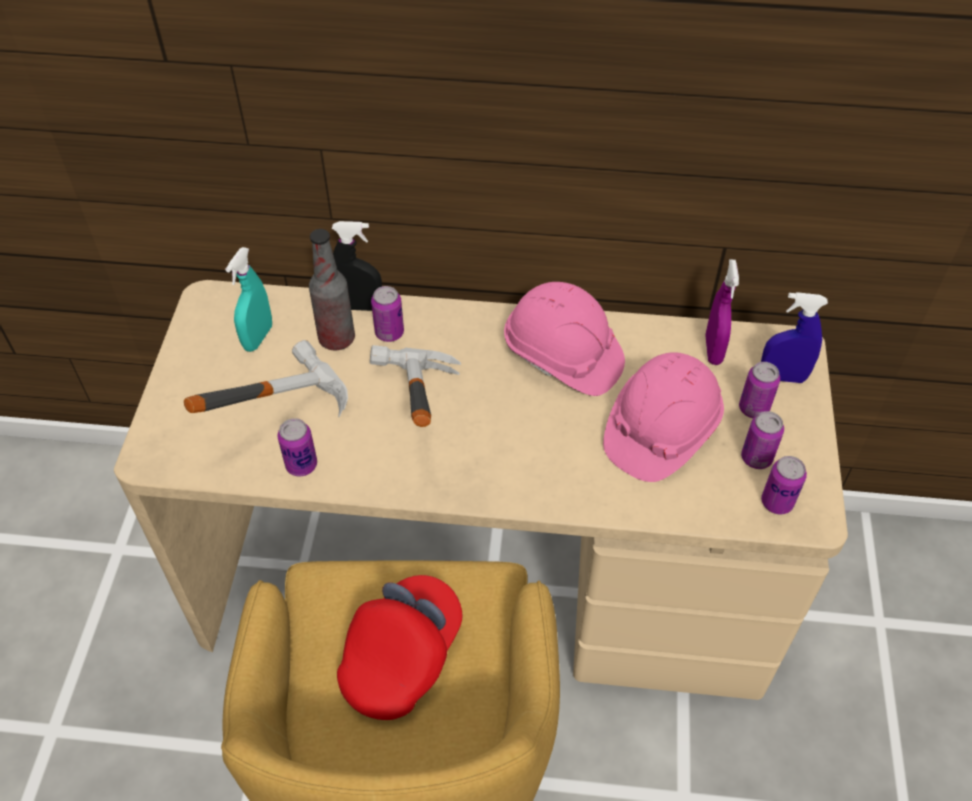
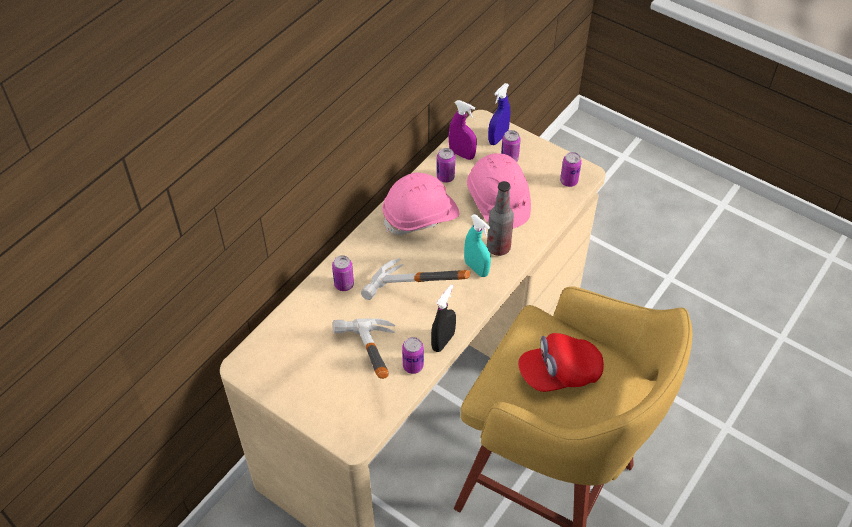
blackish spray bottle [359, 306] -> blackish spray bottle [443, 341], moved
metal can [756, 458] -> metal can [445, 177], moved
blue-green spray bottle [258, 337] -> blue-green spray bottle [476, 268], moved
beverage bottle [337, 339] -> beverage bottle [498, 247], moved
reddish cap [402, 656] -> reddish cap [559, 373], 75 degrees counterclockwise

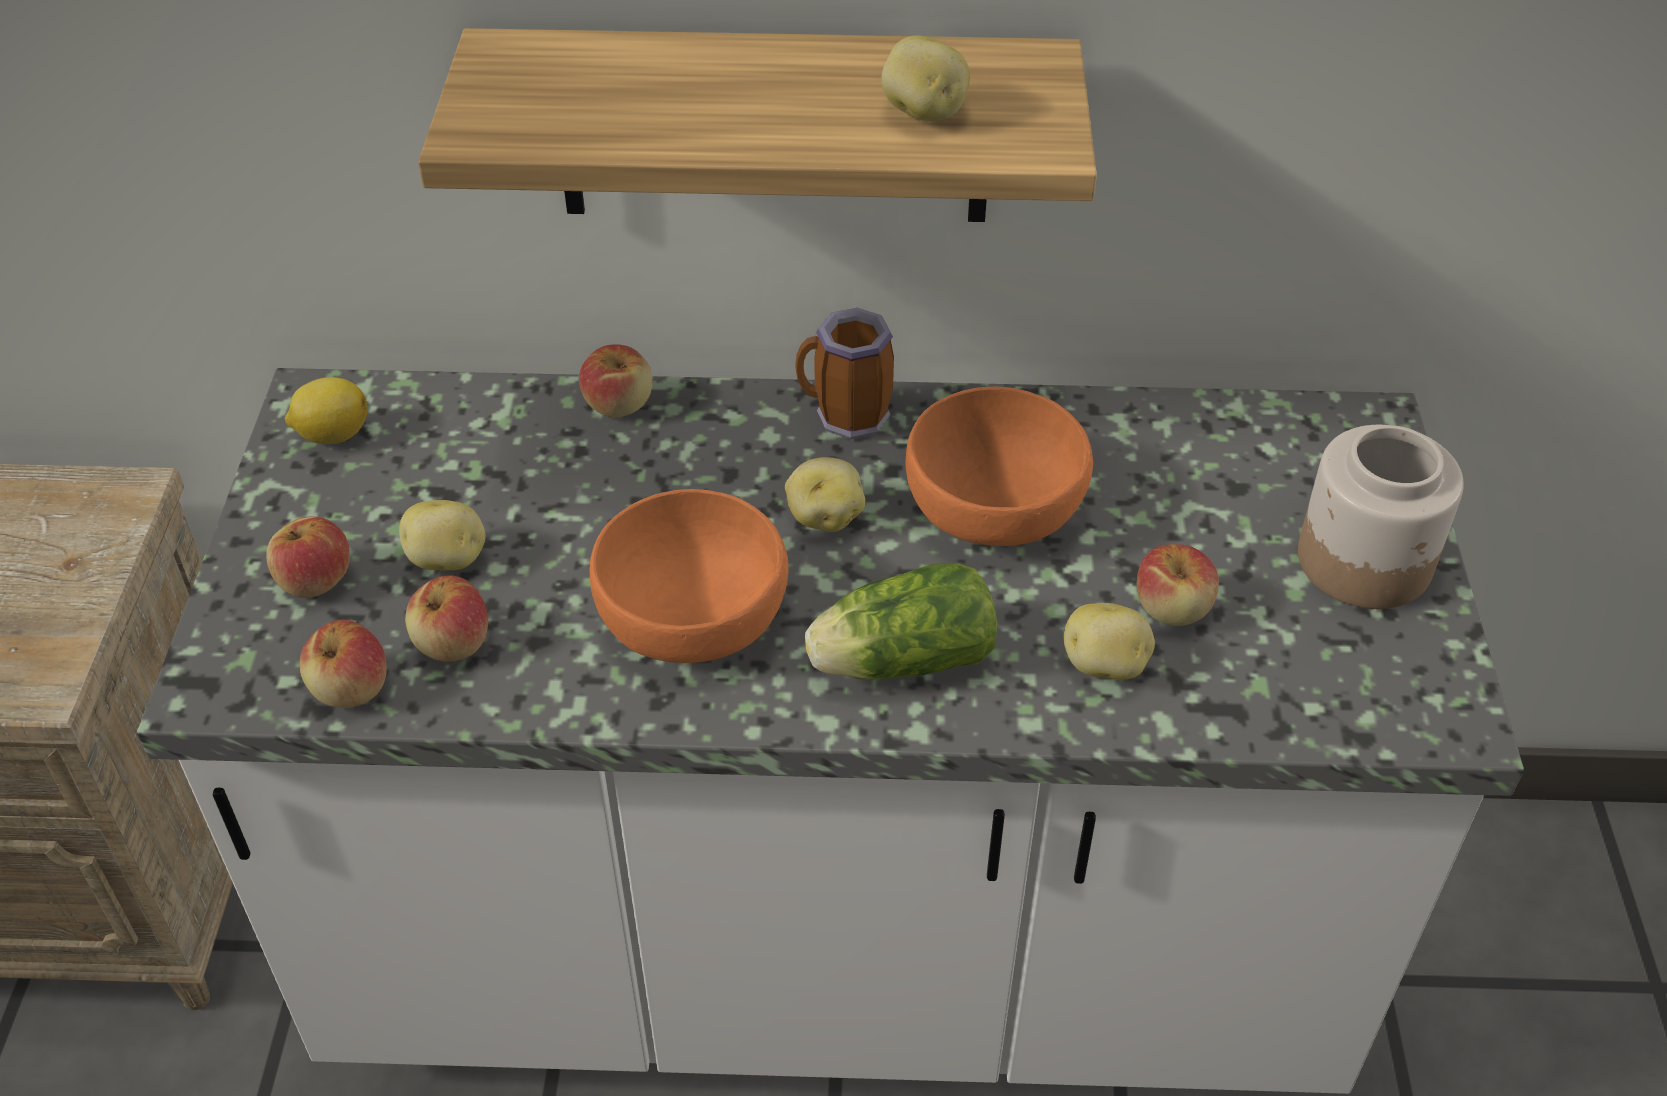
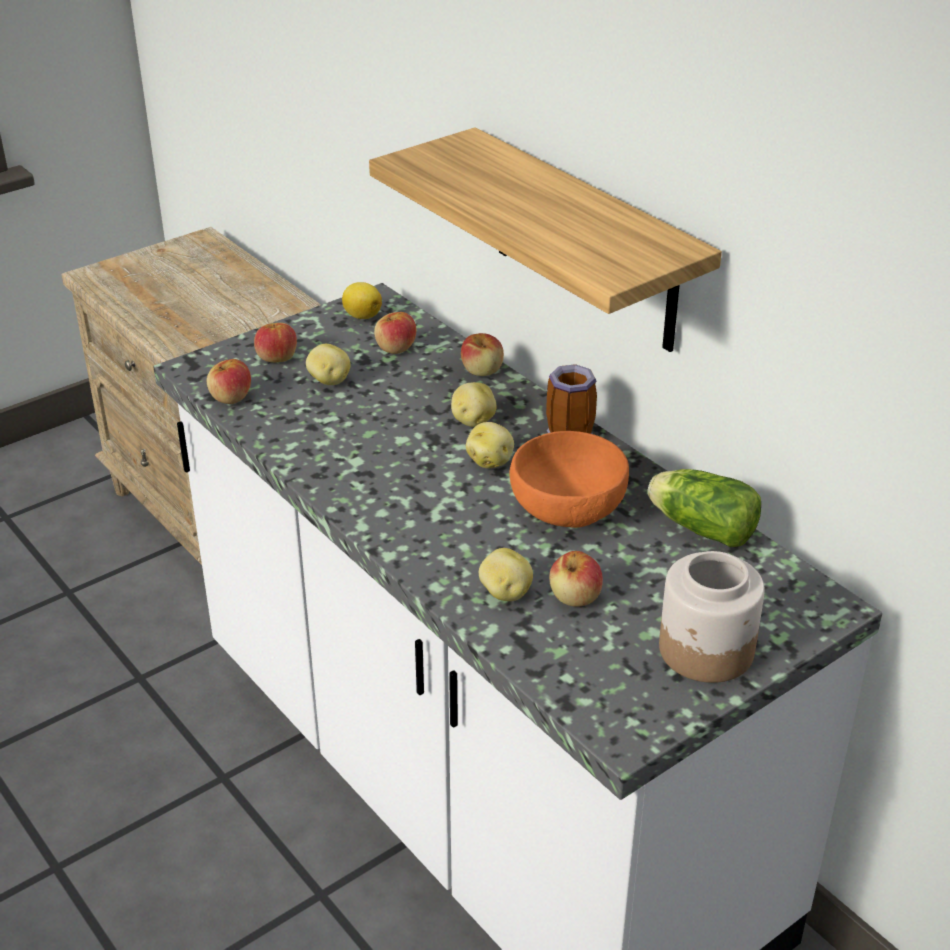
apple fruit [453, 643] -> apple fruit [395, 348], moved
whole potato [923, 113] -> whole potato [472, 421], moved
lettuce head [897, 661] -> lettuce head [699, 527], moved
orange-coloured serving bowl [690, 615] -> none

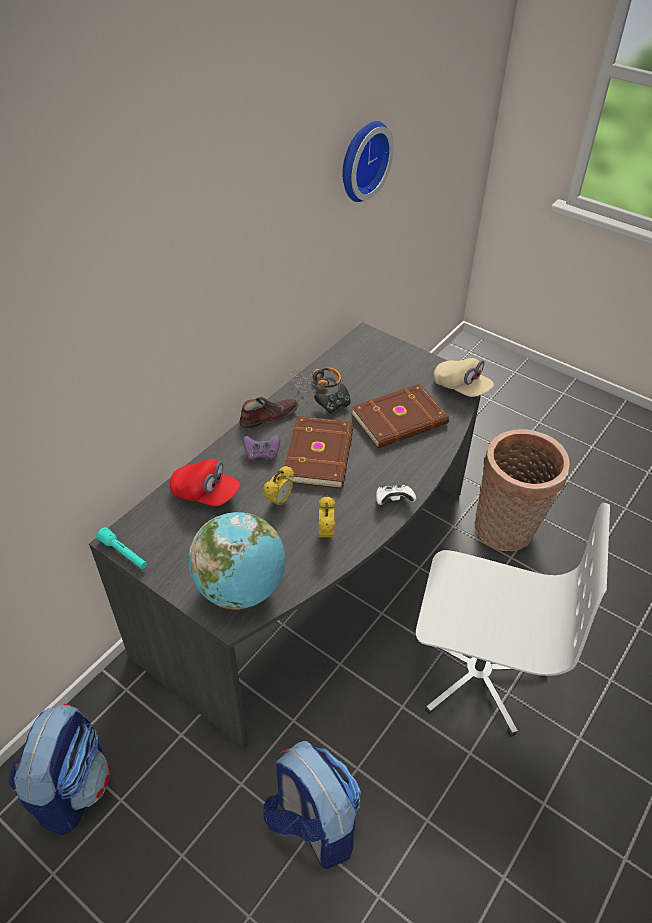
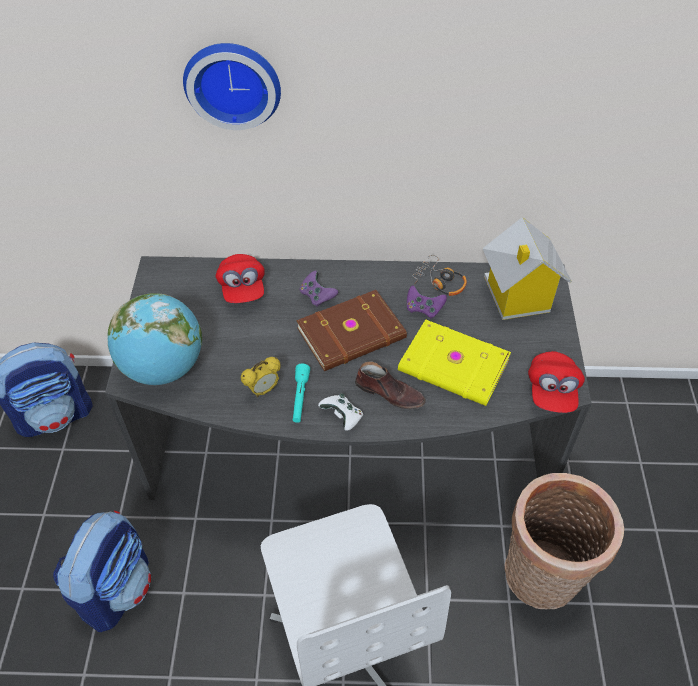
hanging clock [361, 160] -> hanging clock [233, 82], moved
blue-green flashlight [124, 553] -> blue-green flashlight [300, 397], moved
brown item of footwear [268, 416] -> brown item of footwear [390, 393], moved
brown book [400, 420] -> yellow book [453, 367]
blackish gamepad [333, 405] -> purple-coloured gamepad [423, 309]
none -> miniature house [516, 296]
sand-coloured cap [461, 387] -> reddish cap [552, 391]
bedside clock [279, 501] -> none

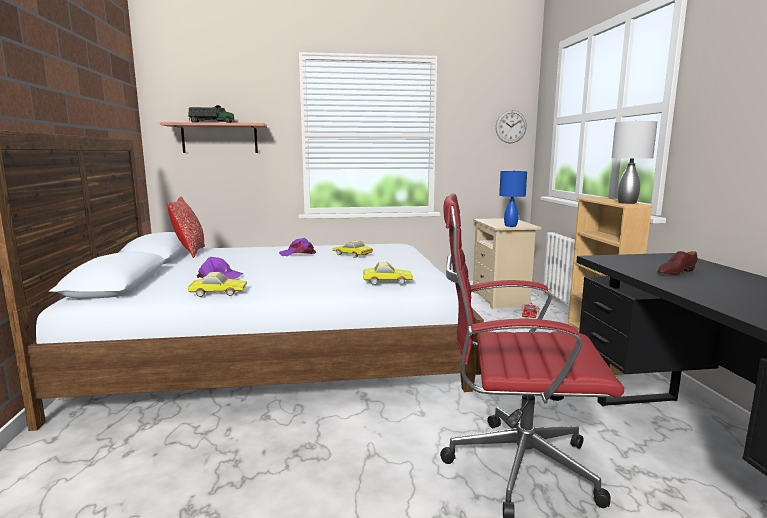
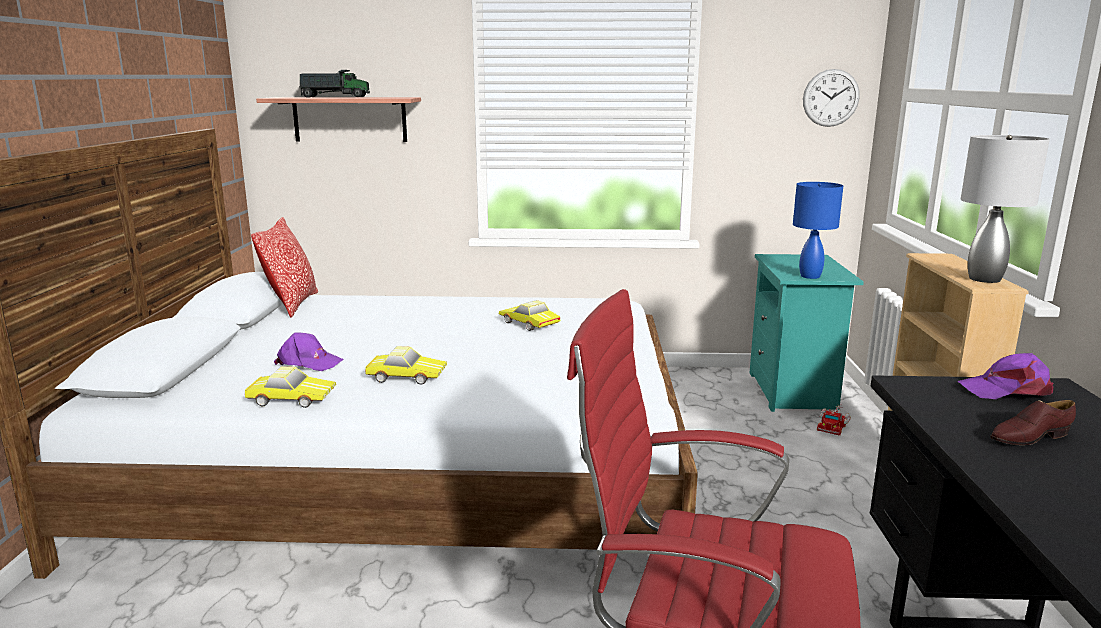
toy car [386, 280] -> toy car [406, 375], moved
sand-coloured night table [501, 299] -> blue-green night table [793, 392]
purple-coloured cap [298, 254] -> purple-coloured cap [1007, 390], moved

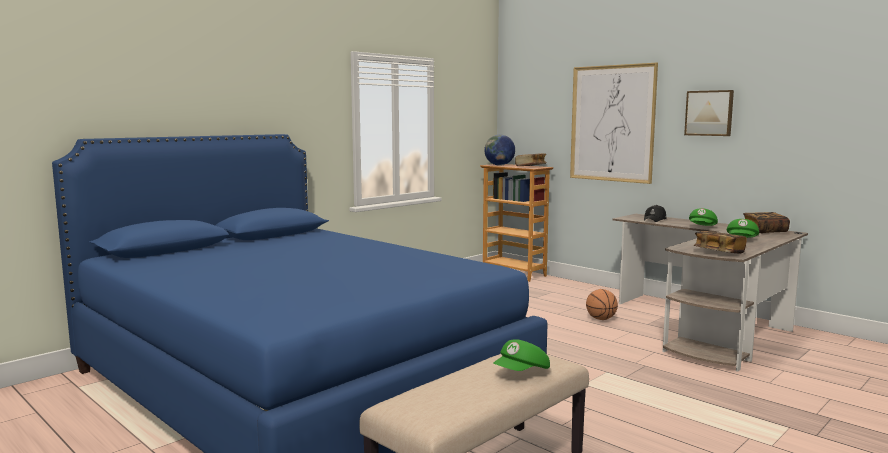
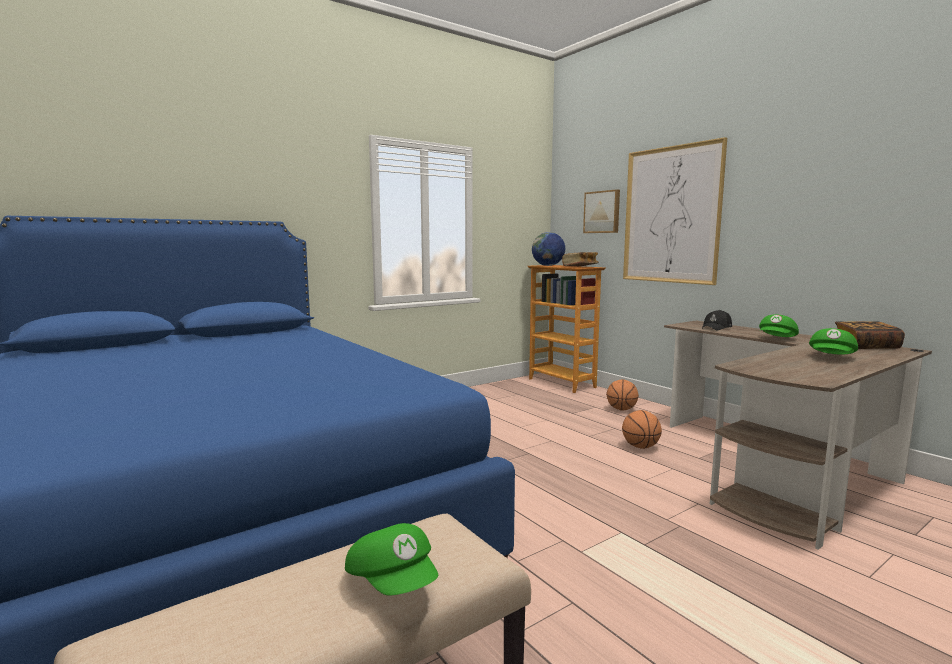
green-coloured cap [522, 373] -> green-coloured cap [394, 582], 90 degrees counterclockwise
picture [709, 113] -> picture [602, 212], moved
none -> basketball [621, 409]
book [719, 252] -> none

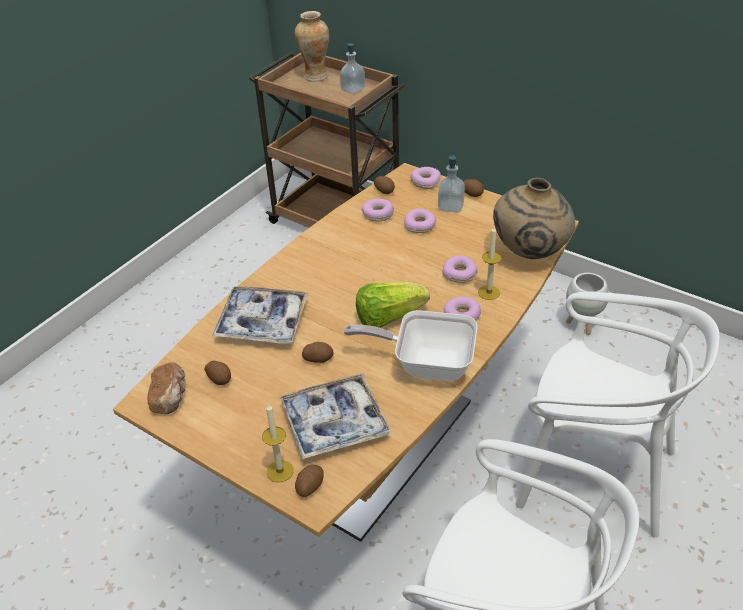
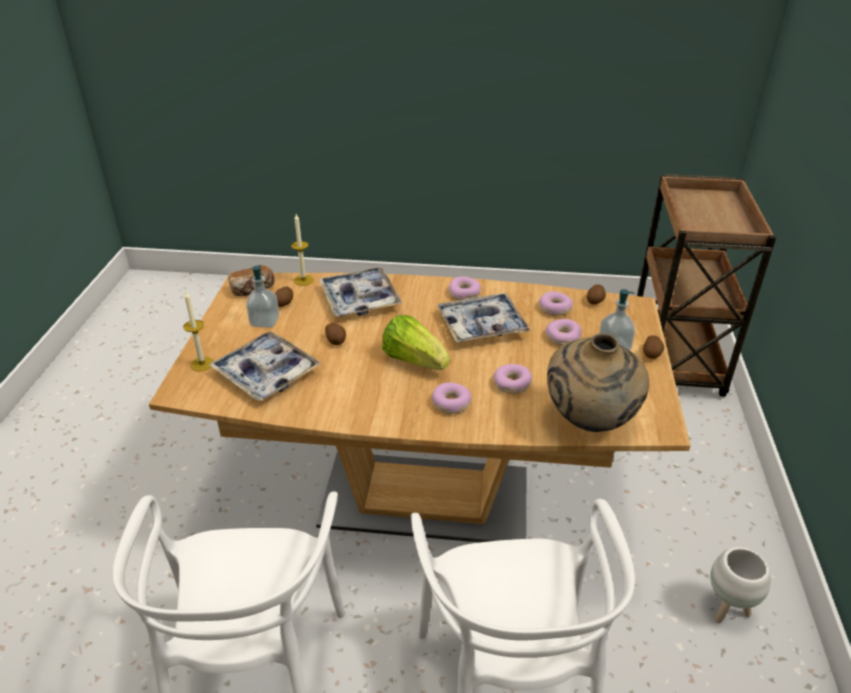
soap dispenser [353, 89] -> soap dispenser [264, 321], moved
wax candle [489, 292] -> wax candle [303, 280], moved
none -> tray [482, 326]
doughnut [425, 182] -> doughnut [464, 293], moved
flower vase [315, 76] -> none
whole potato [309, 486] -> none
skillet [426, 363] -> none

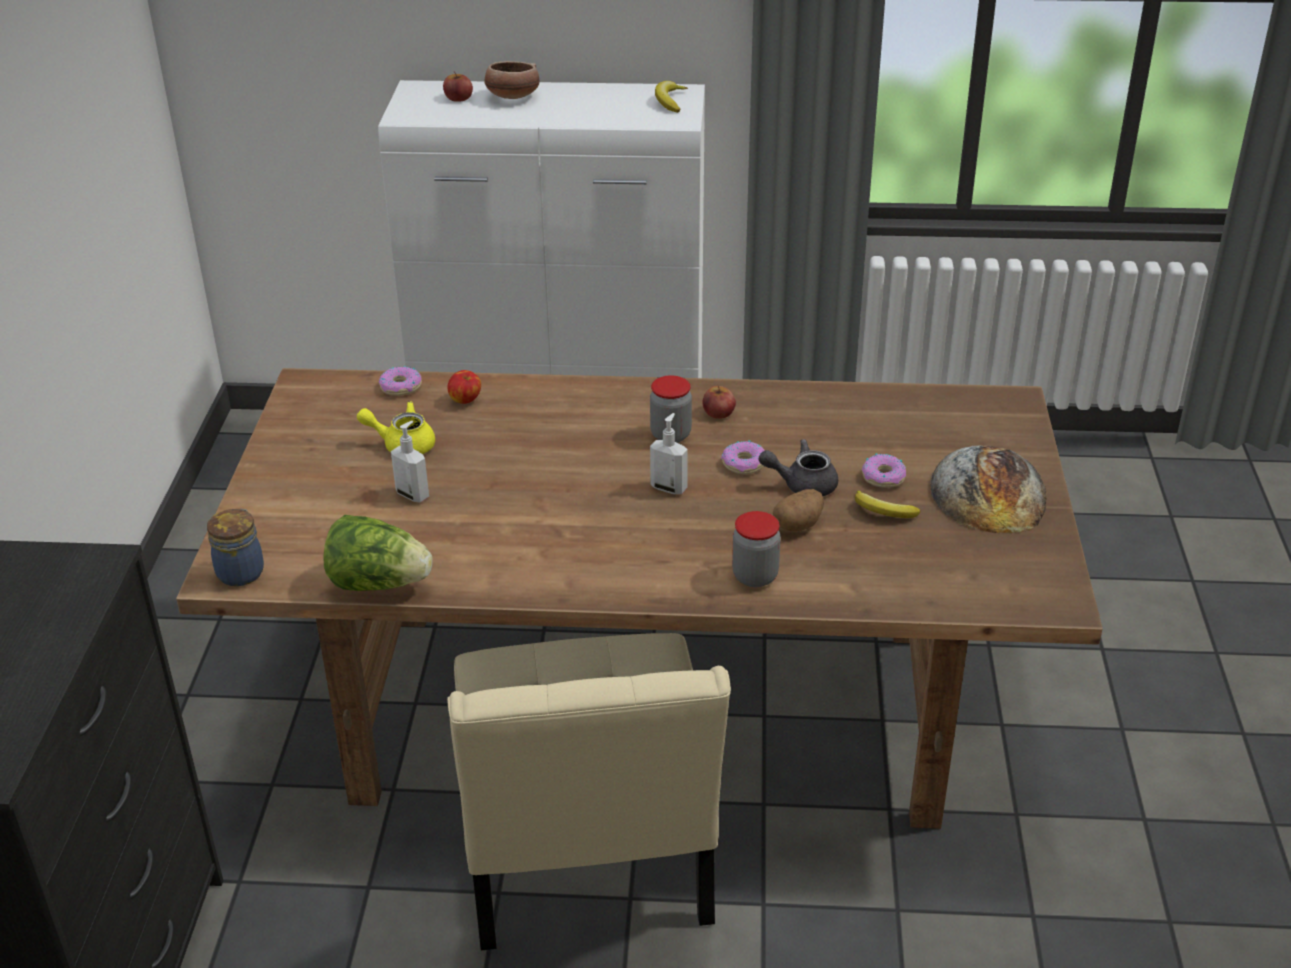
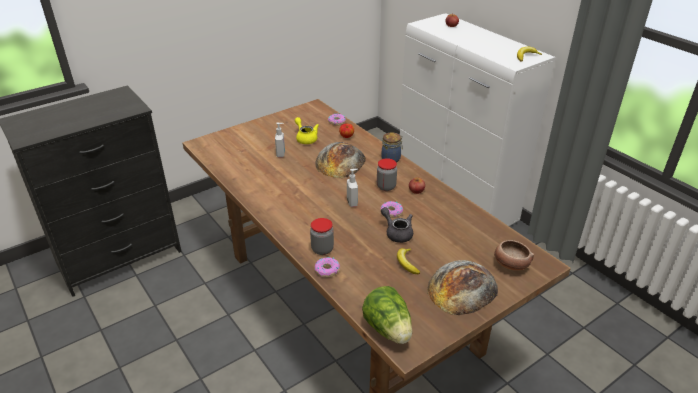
none -> bread [340, 161]
doughnut [884, 477] -> doughnut [327, 270], moved
lettuce head [379, 583] -> lettuce head [388, 329], moved
storage jar [241, 571] -> storage jar [391, 159], moved
serving bowl [512, 97] -> serving bowl [510, 264], moved
sand-coloured plain chair [587, 861] -> none
whole potato [798, 524] -> none

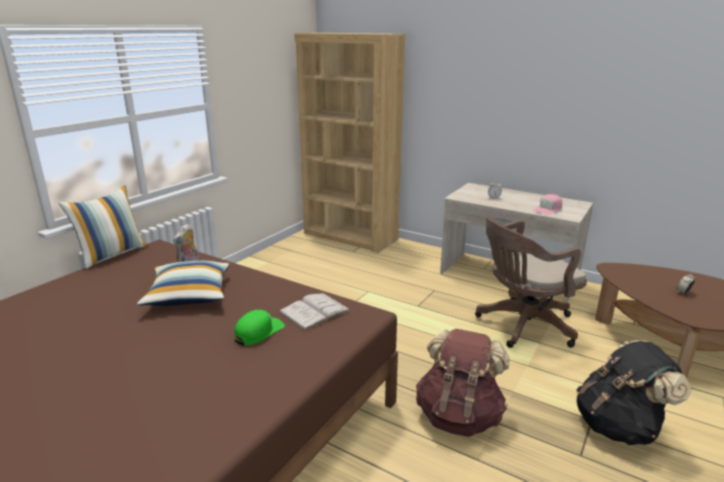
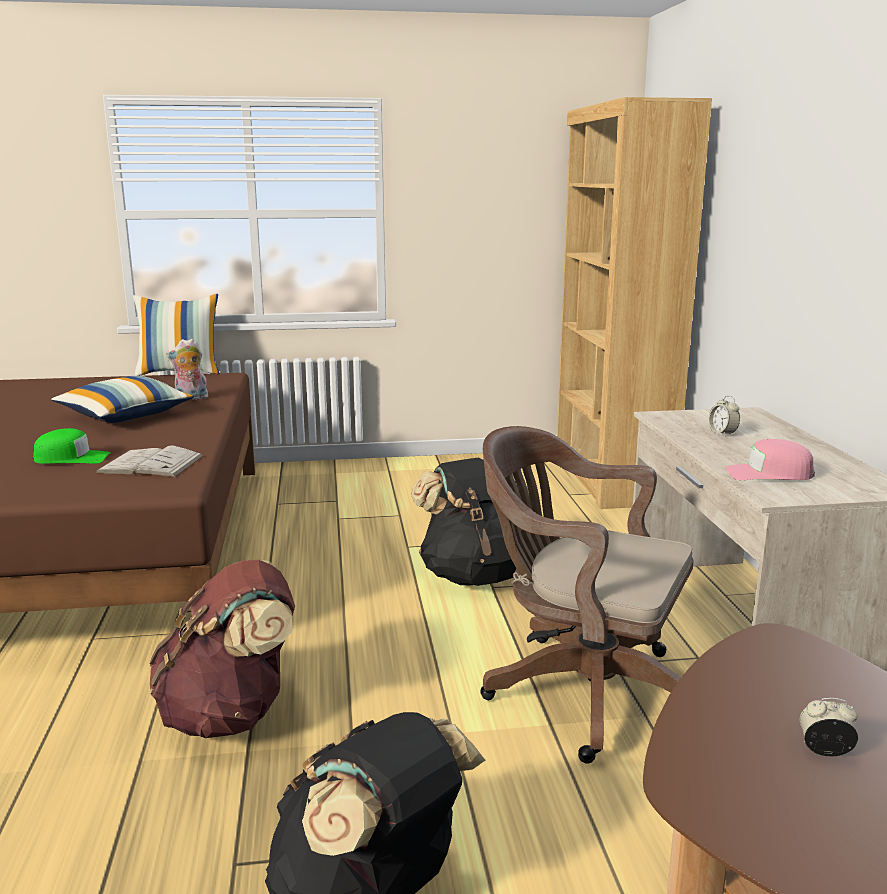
none -> blackish backpack [473, 575]

